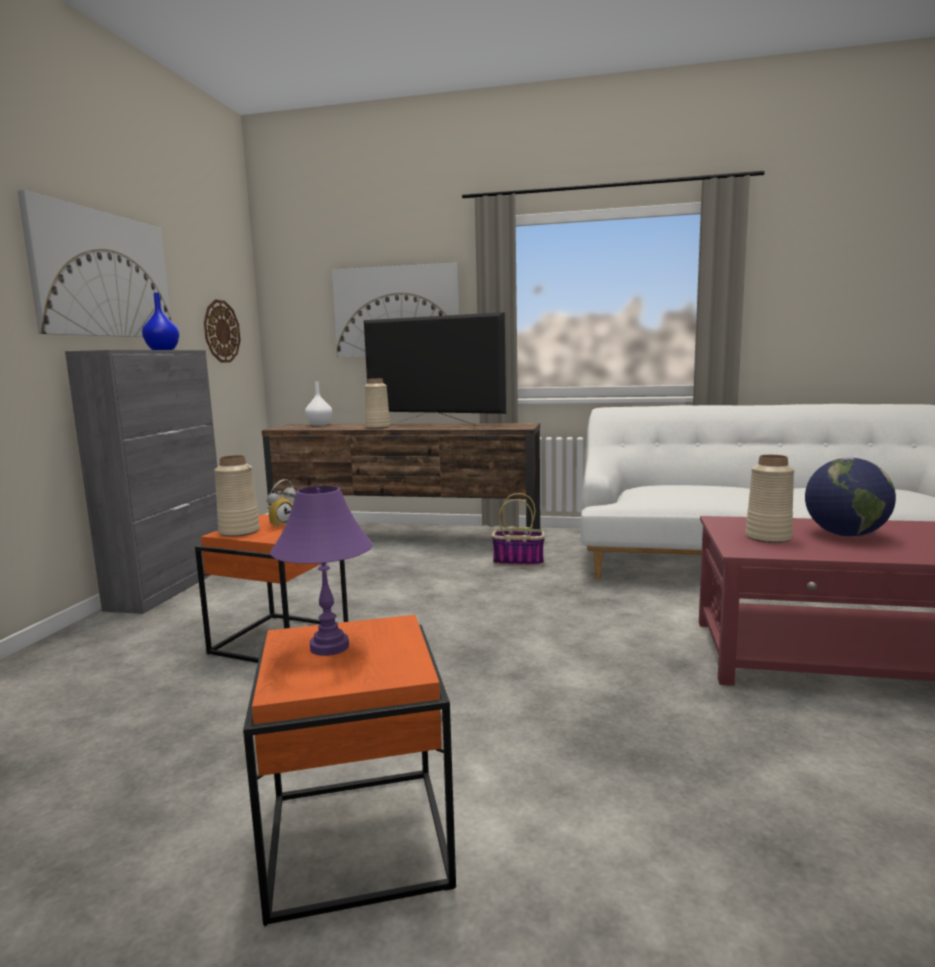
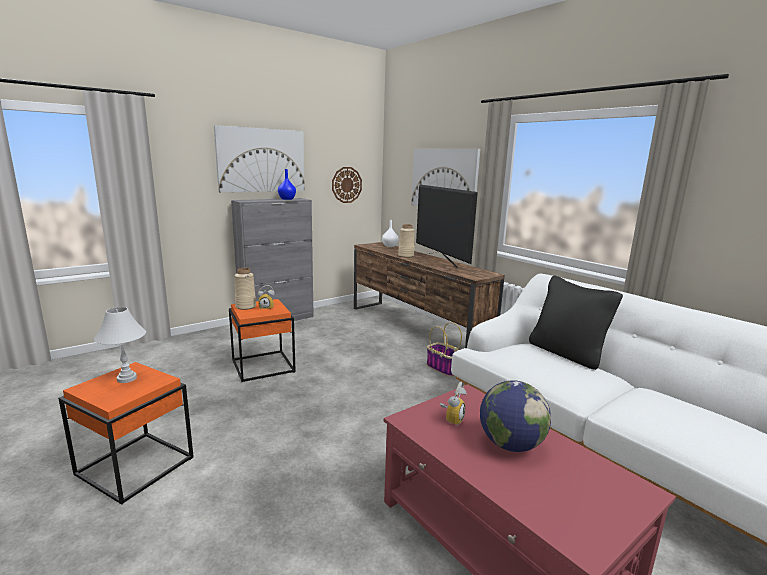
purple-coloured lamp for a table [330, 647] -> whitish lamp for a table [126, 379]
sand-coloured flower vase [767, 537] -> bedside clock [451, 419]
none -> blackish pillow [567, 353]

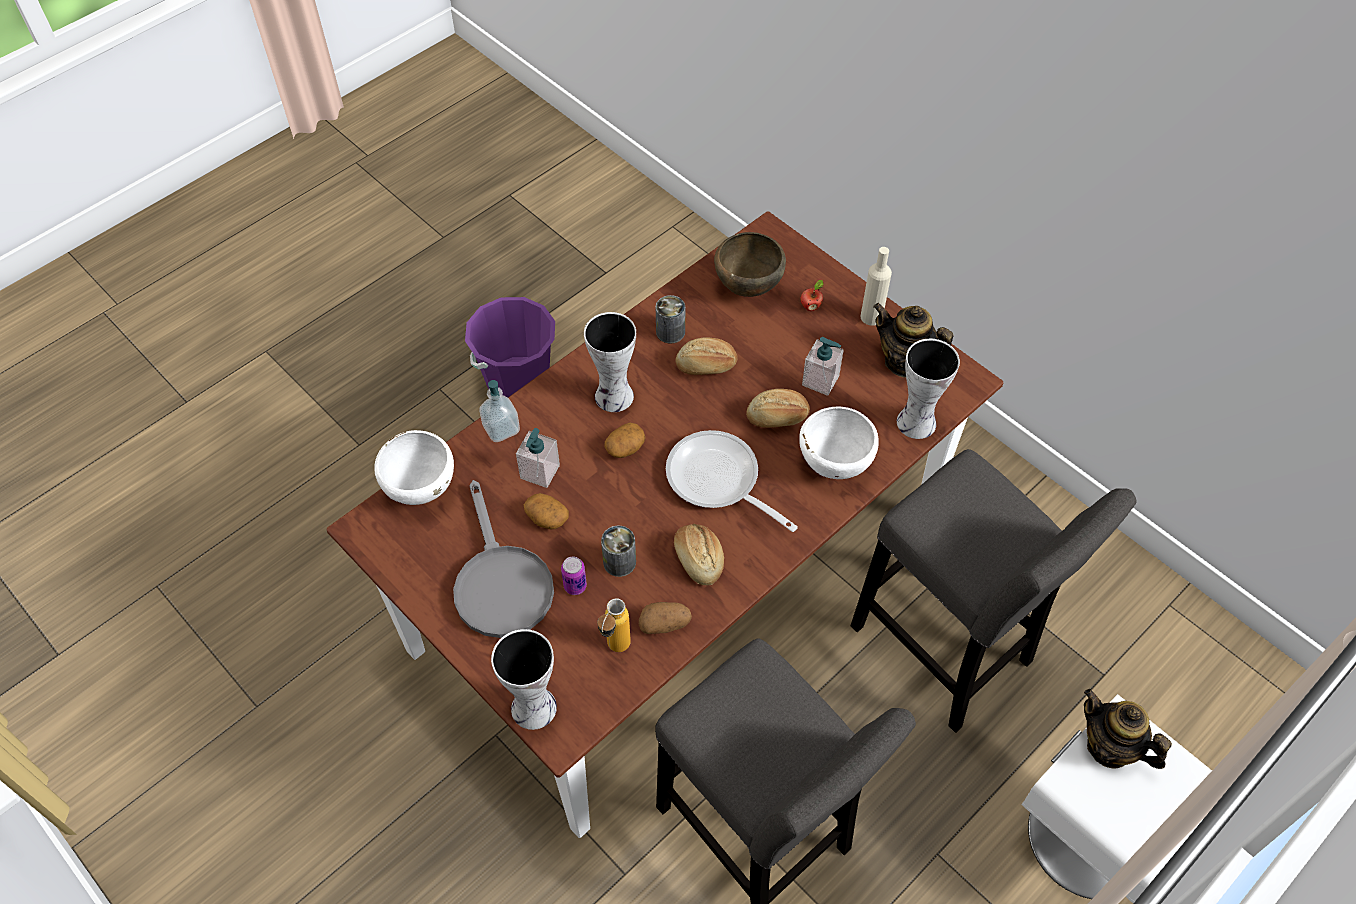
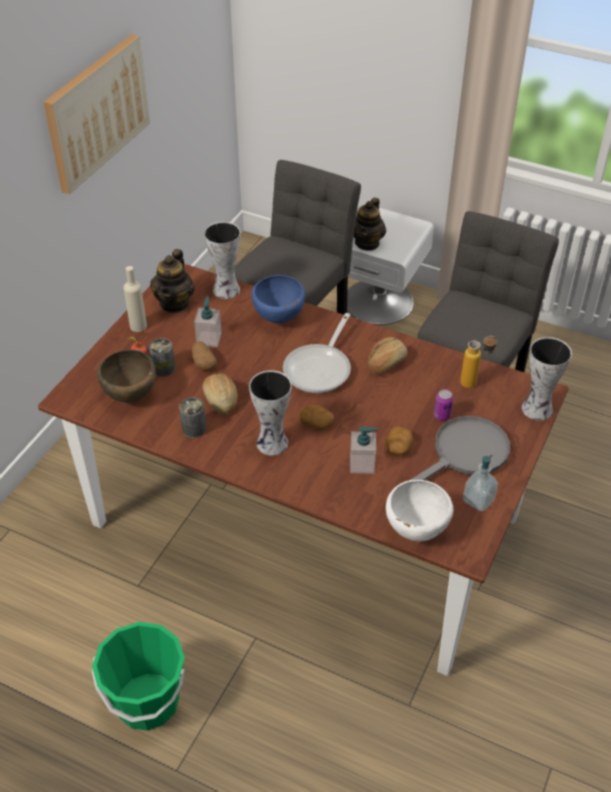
none -> picture [96, 112]
purple-coloured water bucket [518, 381] -> green-coloured water bucket [147, 702]
metal can [619, 562] -> metal can [163, 368], moved
whole potato [665, 624] -> whole potato [203, 363], moved
whitish serving bowl [833, 465] -> blue-coloured serving bowl [279, 319]
soap dispenser [501, 429] -> soap dispenser [478, 500], moved
bread [777, 418] -> none

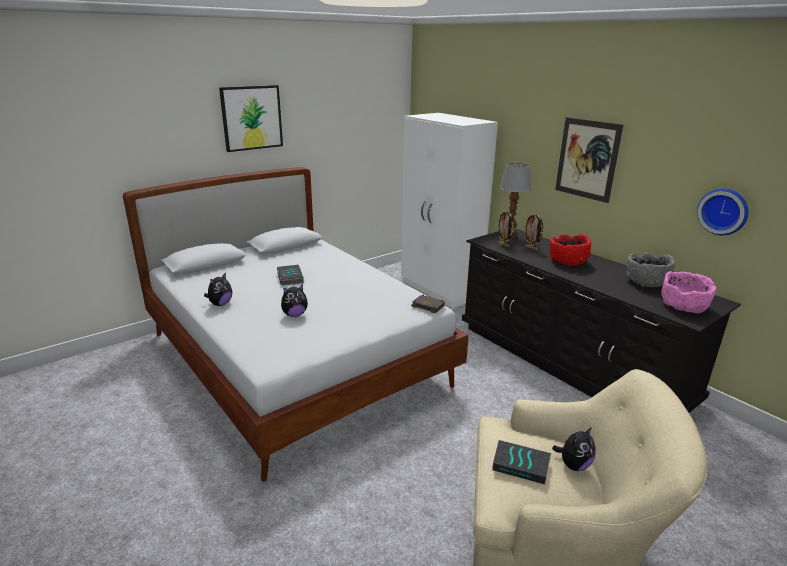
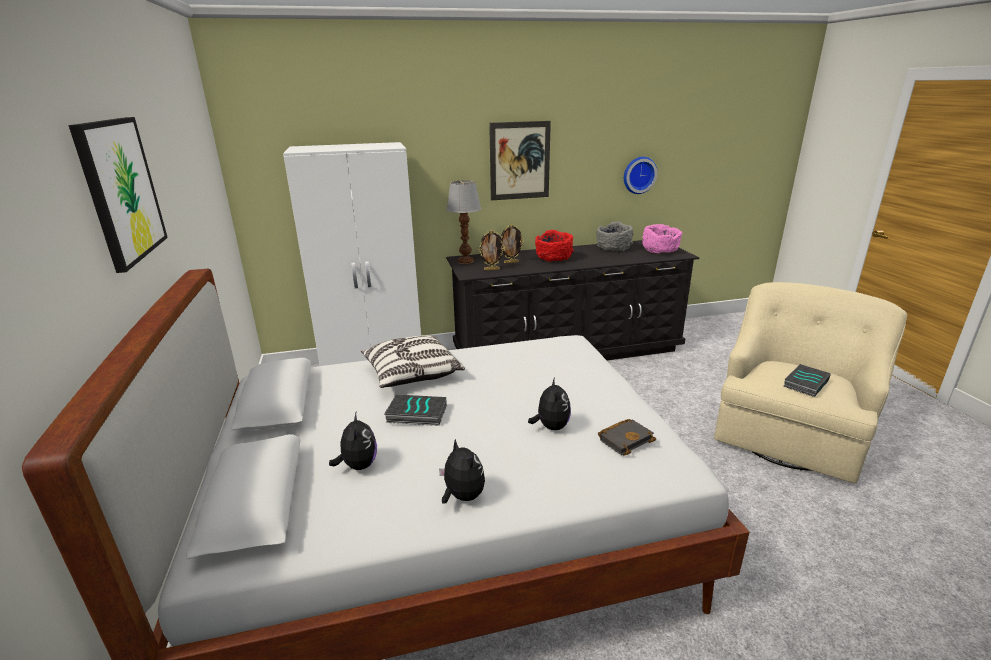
plush toy [573, 465] -> plush toy [358, 465], moved
none -> pillow [412, 374]
blackish book [429, 306] -> blackish book [625, 439], moved

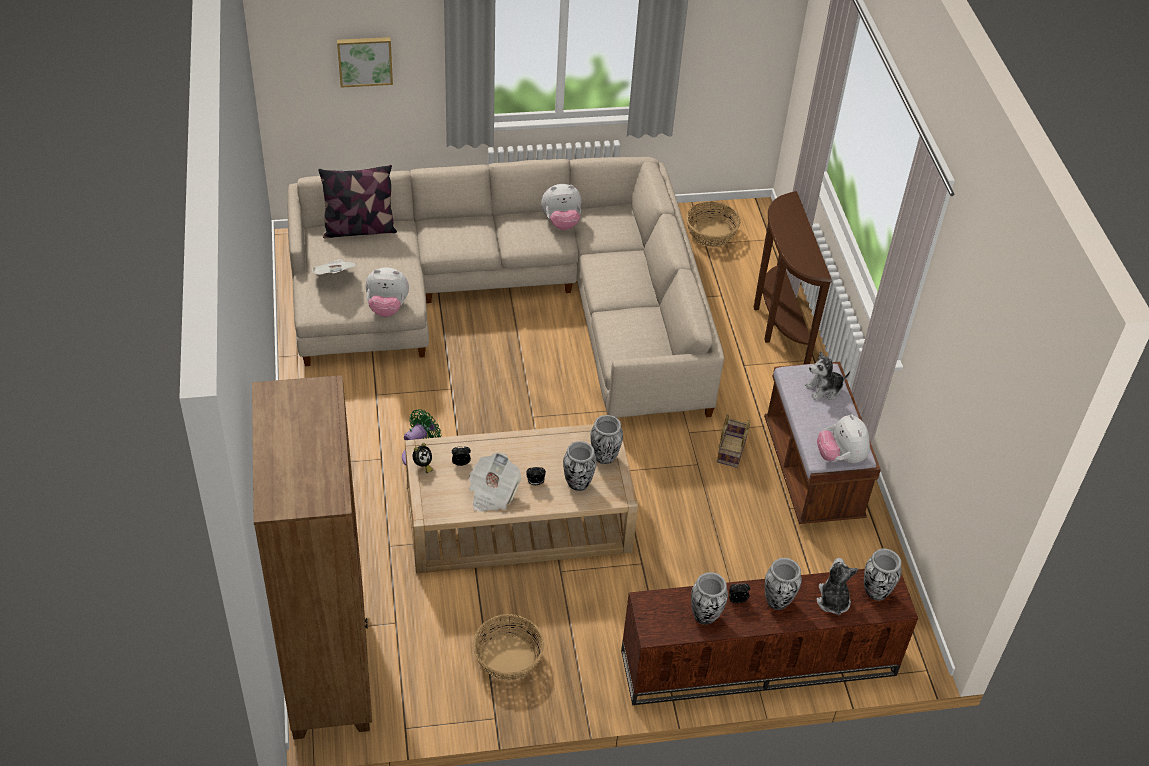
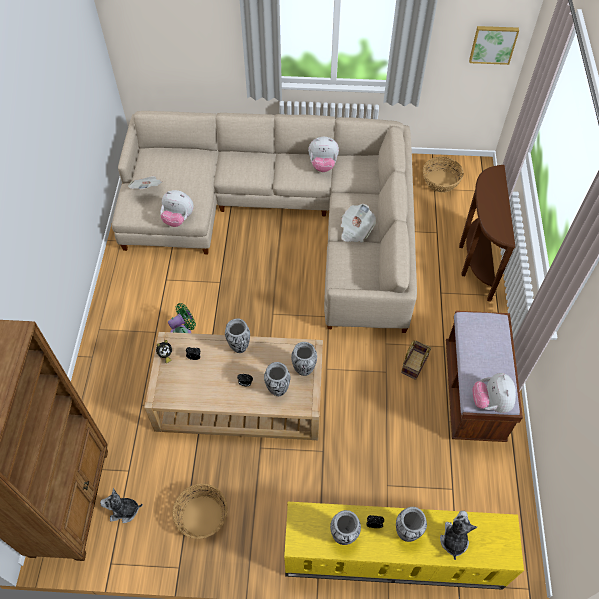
plush toy [824, 389] -> plush toy [124, 511], moved
flower vase [875, 592] -> flower vase [239, 347], moved
brown media console [757, 664] -> yellow media console [391, 557]
daily paper [492, 493] -> daily paper [355, 230], moved
picture [365, 60] -> picture [493, 44], moved
pillow [359, 229] -> none

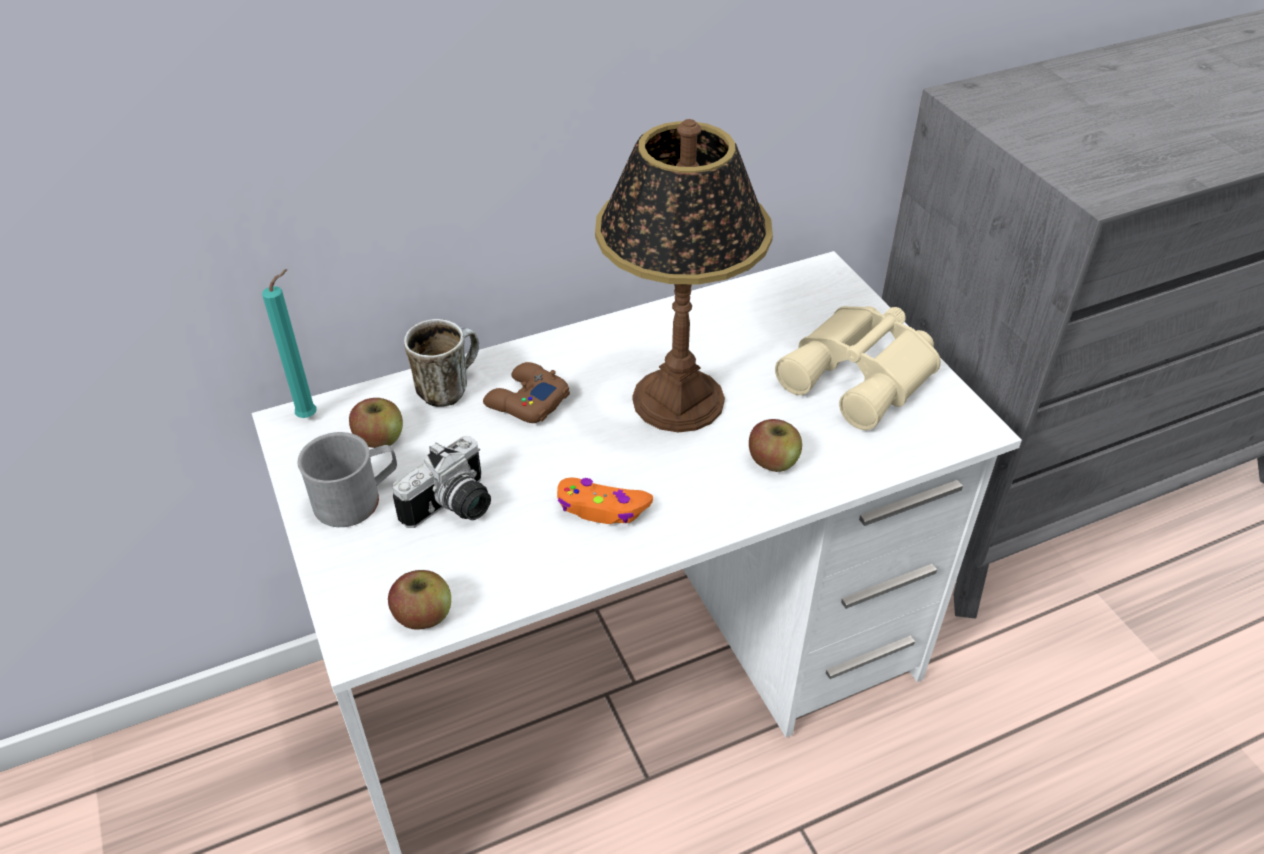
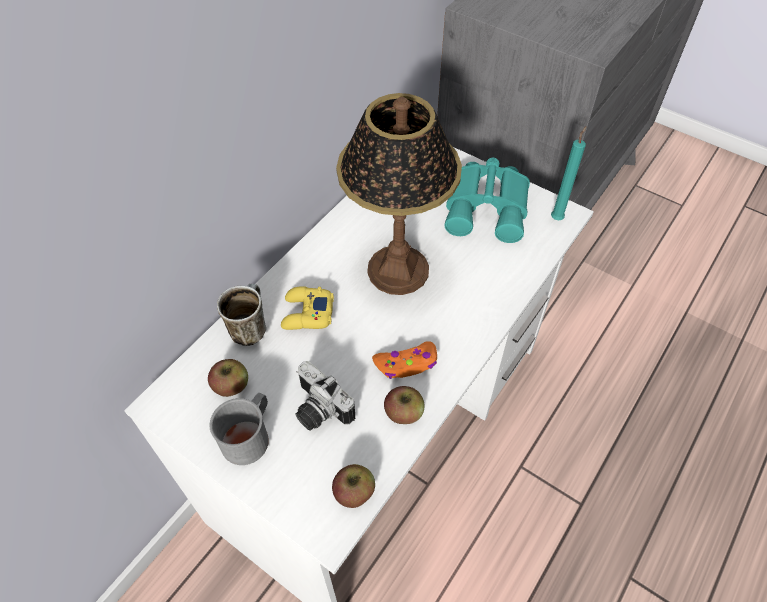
brown gamepad [526, 401] -> yellow gamepad [307, 313]
still camera [454, 508] -> still camera [318, 410], 120 degrees clockwise
apple fruit [773, 461] -> apple fruit [404, 413], moved
sand-coloured binoculars [862, 376] -> blue-green binoculars [488, 207]
blue-green wax candle [311, 416] -> blue-green wax candle [557, 217], moved

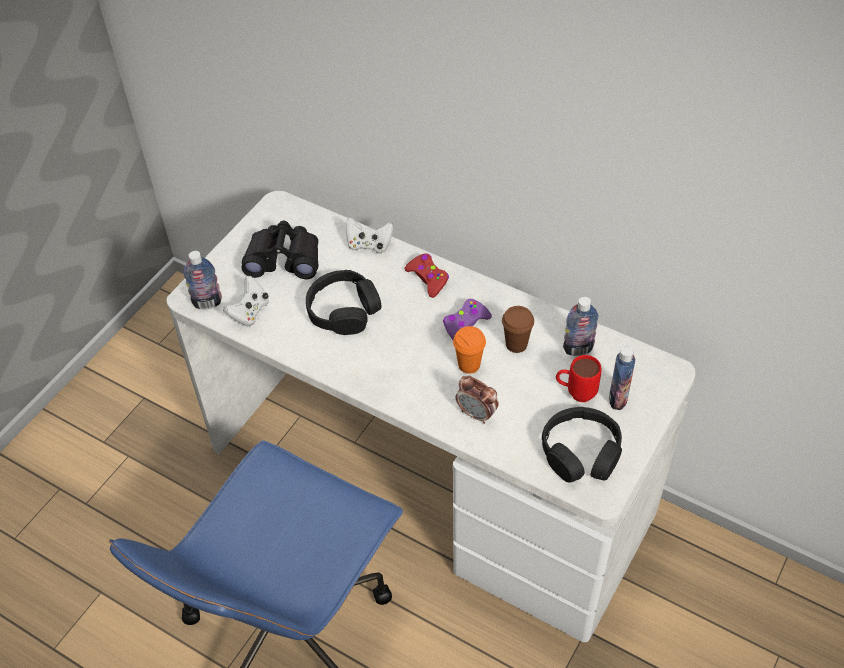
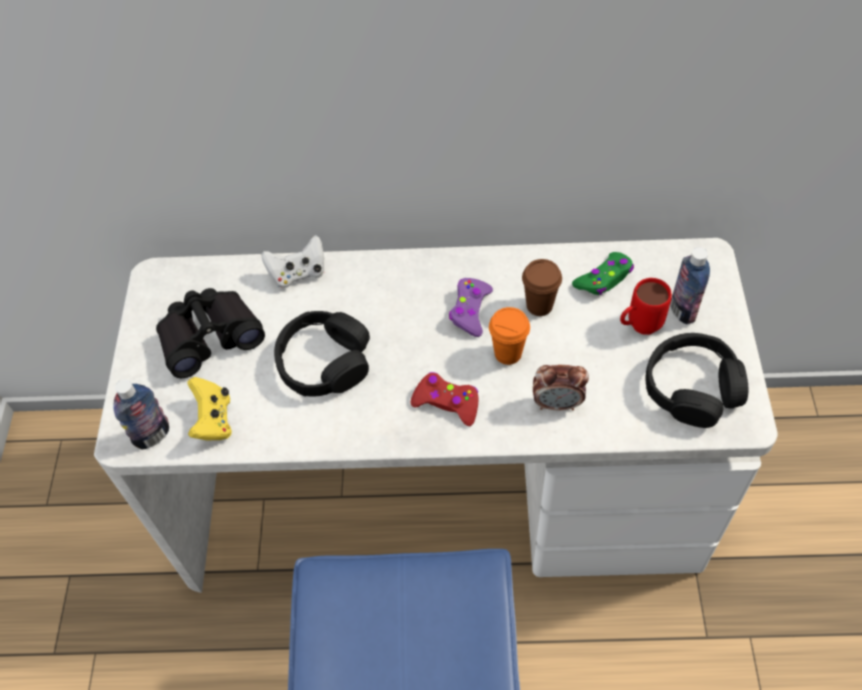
whitish gamepad [250, 312] -> yellow gamepad [214, 420]
reddish gamepad [428, 278] -> reddish gamepad [447, 402], moved
beverage bottle [578, 349] -> green-coloured gamepad [604, 279]

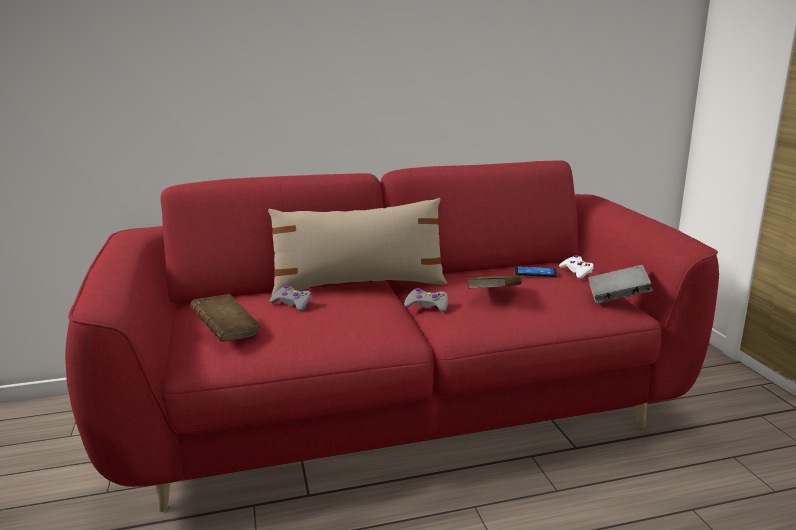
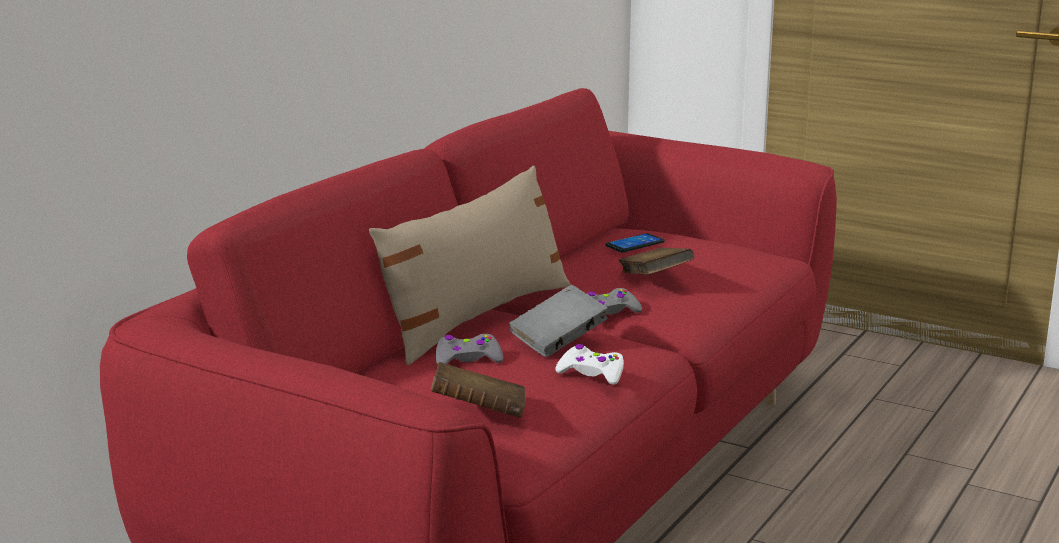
gray book [617, 298] -> gray book [558, 341], moved
whitish gamepad [577, 271] -> whitish gamepad [592, 373], moved

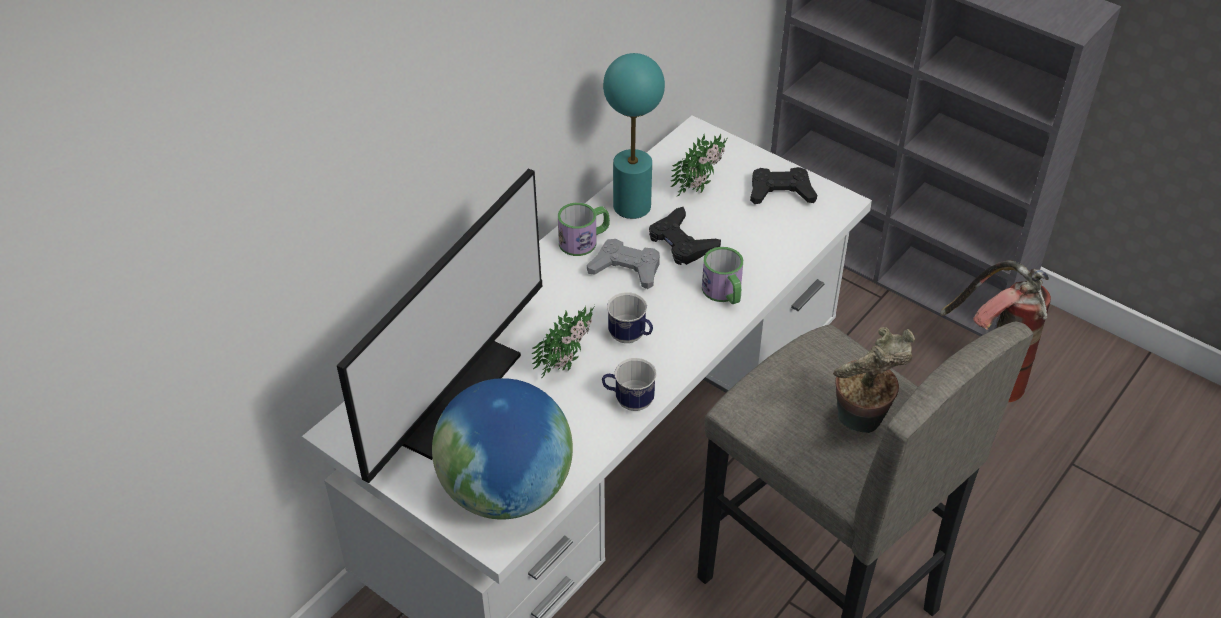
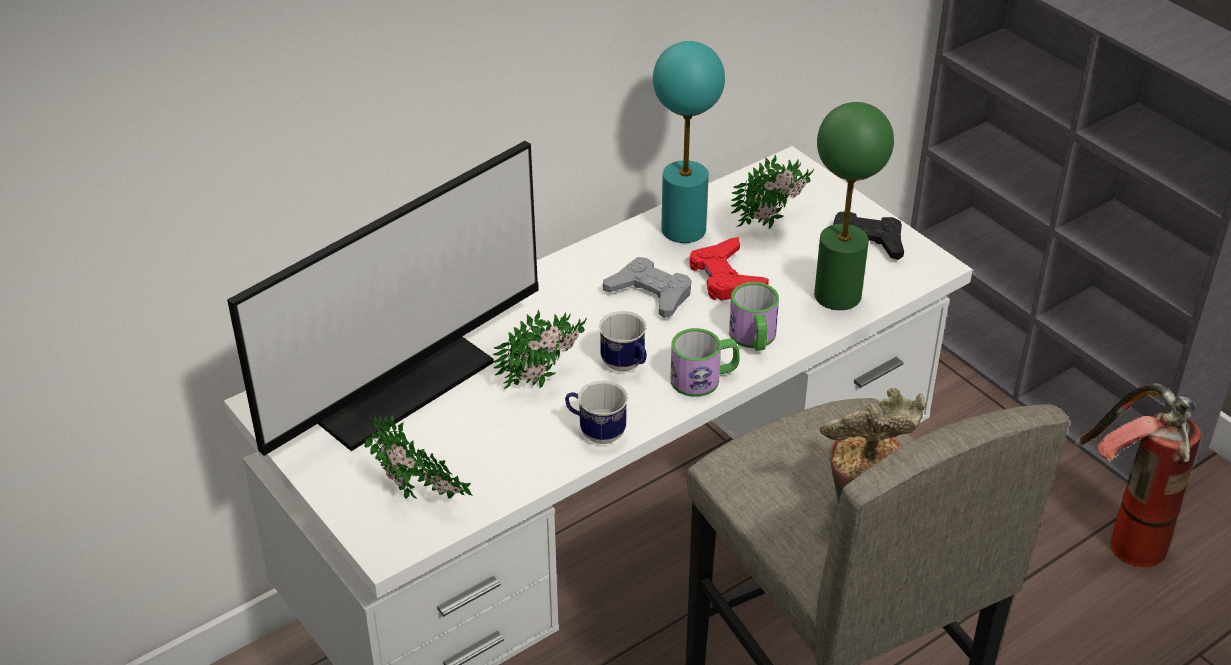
desk globe [507, 490] -> potted plant [420, 499]
mug [584, 240] -> mug [704, 378], moved
blackish gamepad [681, 242] -> reddish gamepad [725, 277]
none -> green-coloured lamp for a table [837, 295]

